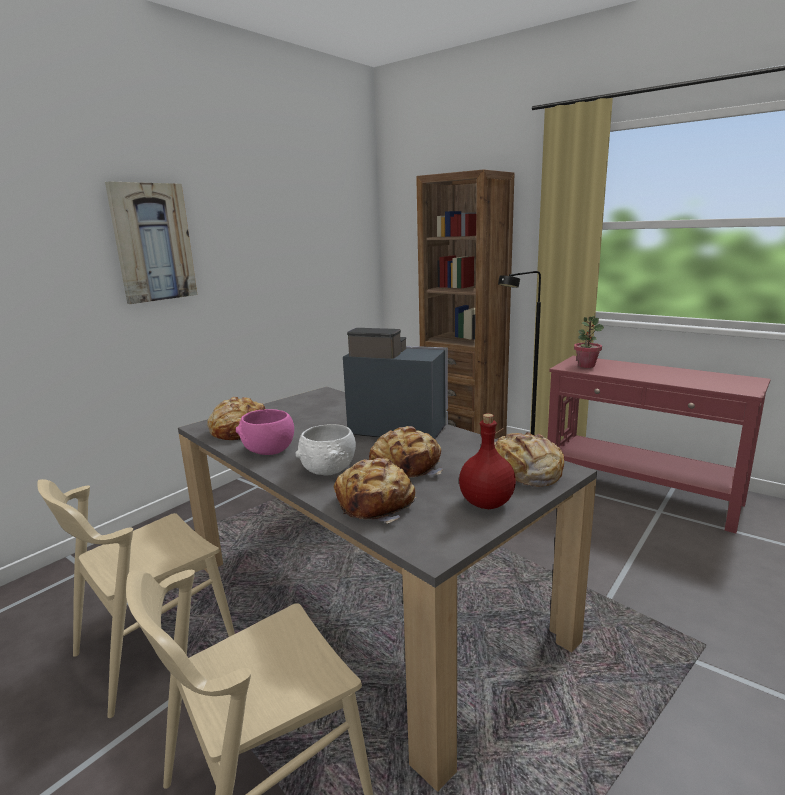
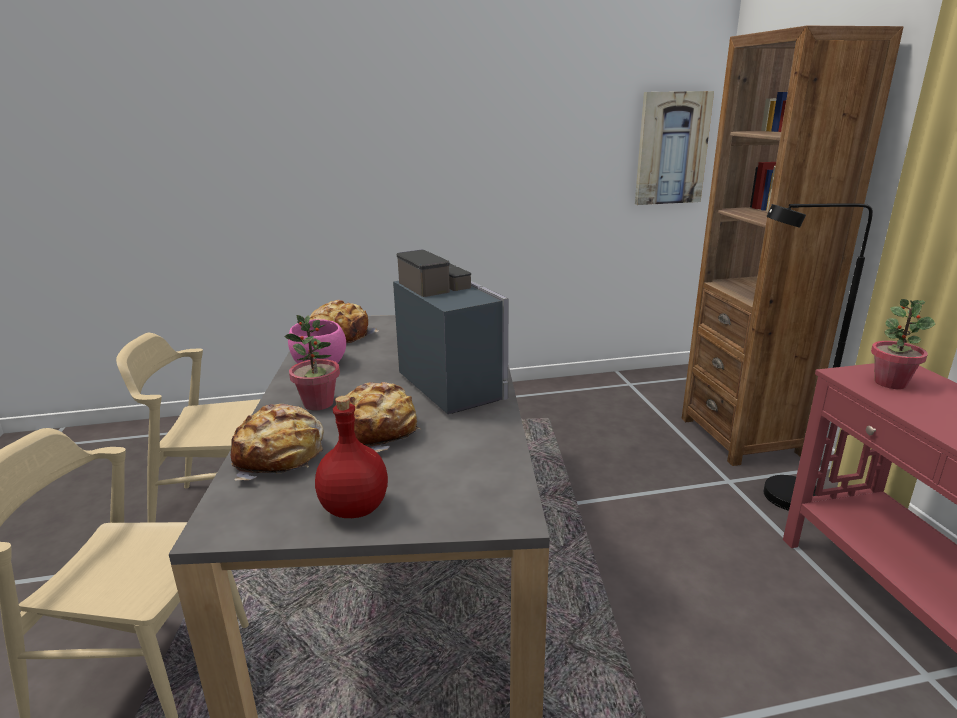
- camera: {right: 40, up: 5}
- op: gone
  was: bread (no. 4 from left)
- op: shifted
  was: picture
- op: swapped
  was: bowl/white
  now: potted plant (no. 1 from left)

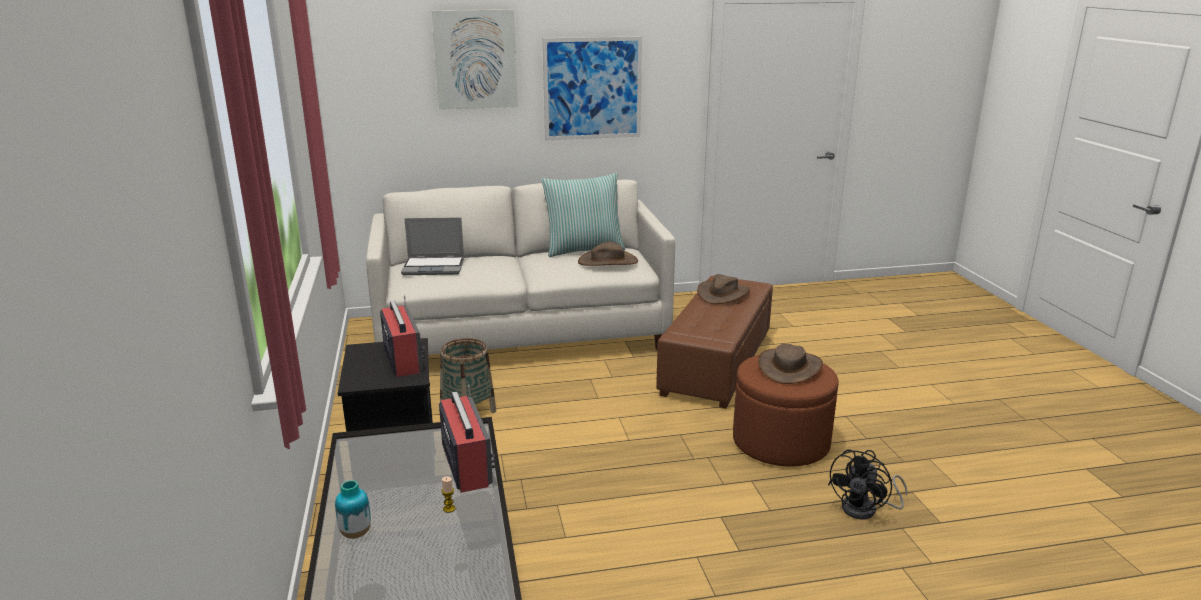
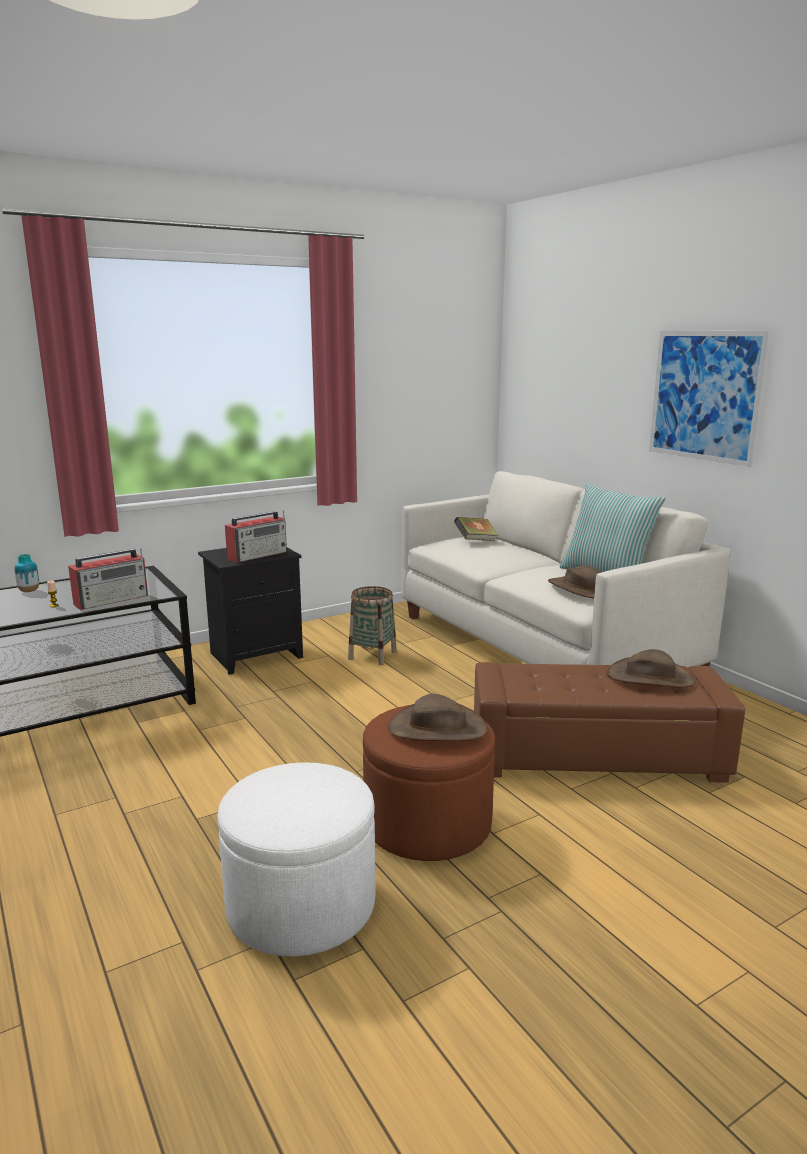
- camera: {right: 70, up: -5}
- op: gone
  was: picture (no. 1 from left)
- op: swapped
  was: laptop
  now: book
- op: swapped
  was: fan/black
  now: ottoman/white

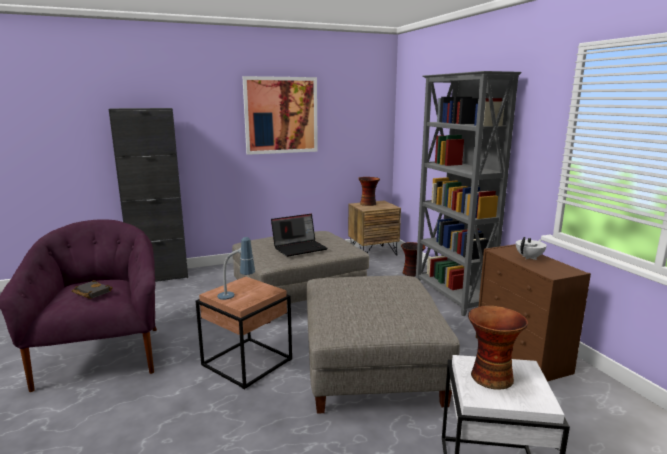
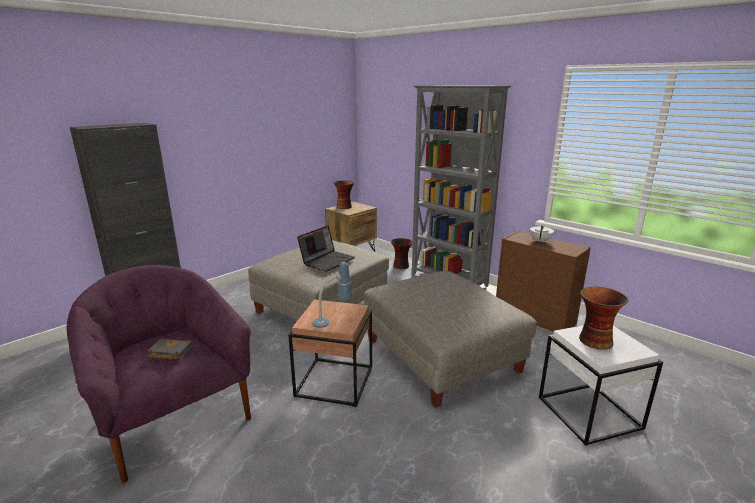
- camera: {right: -25, up: 5}
- op: gone
  was: picture

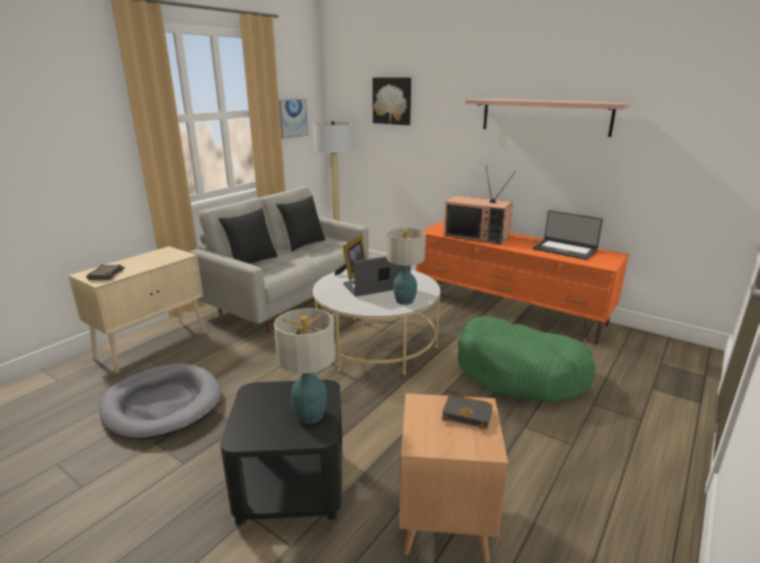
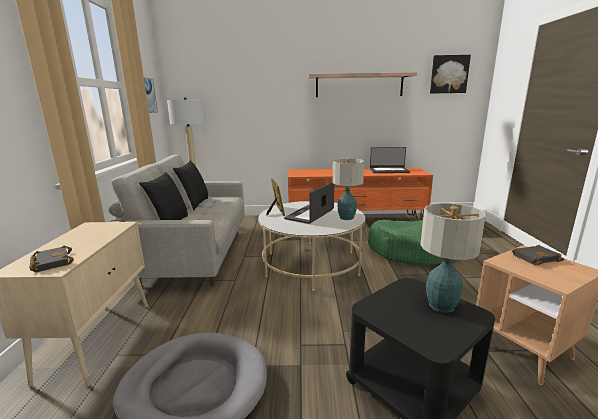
- camera: {right: -35, up: -5}
- op: gone
  was: television
- op: shifted
  was: picture (no. 2 from left)

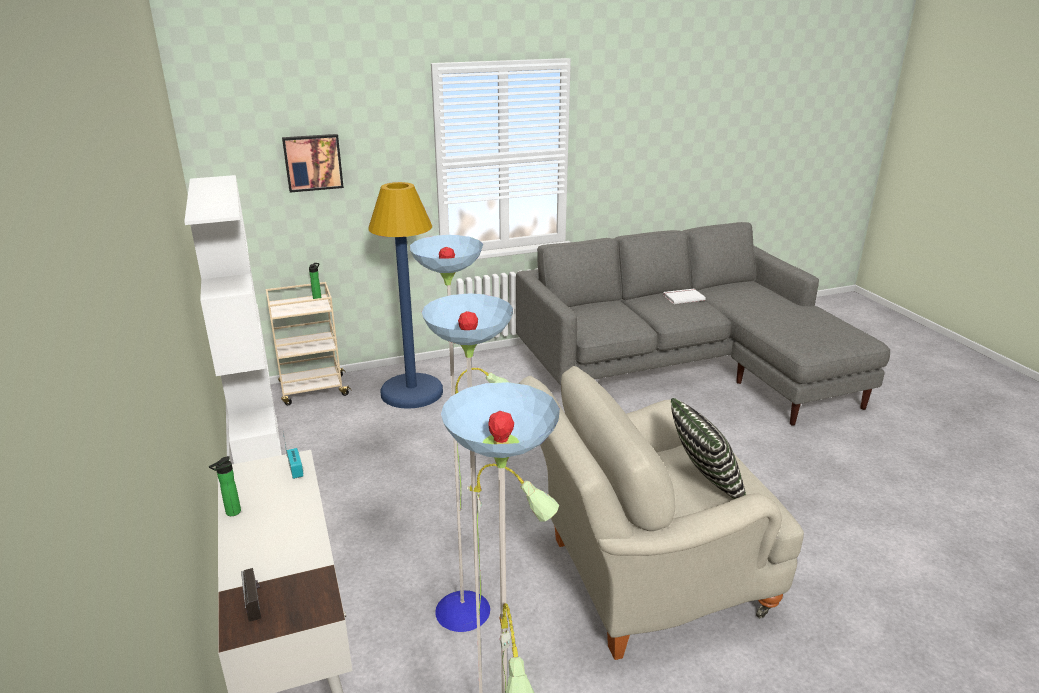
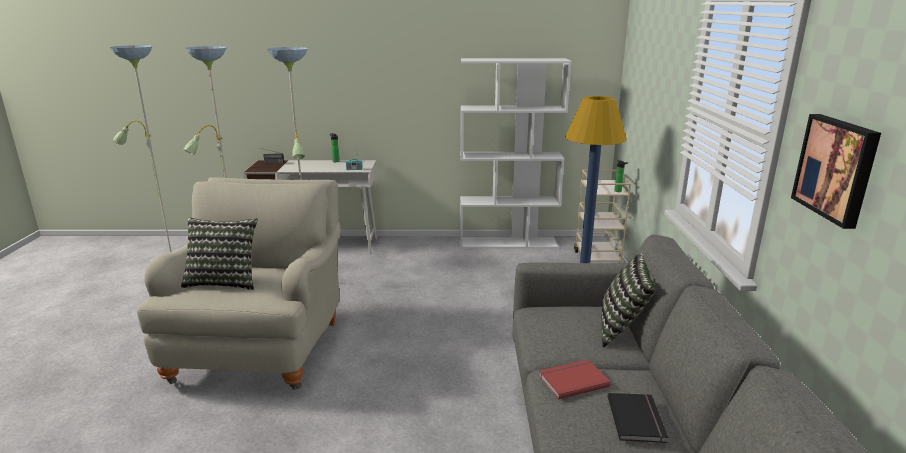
- camera: {right: 110, up: -5}
- op: new
  now: book/red
- op: new
  now: pillow (no. 2 from left)
- op: shifted
  was: picture
- op: repainted
  was: book/white
  now: book/black

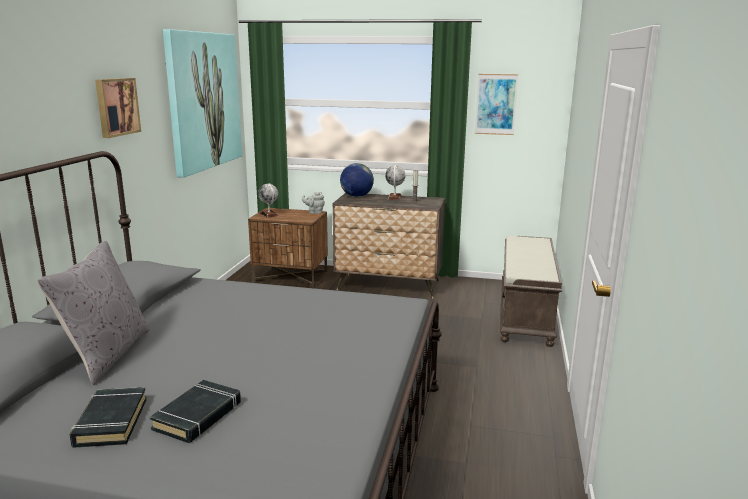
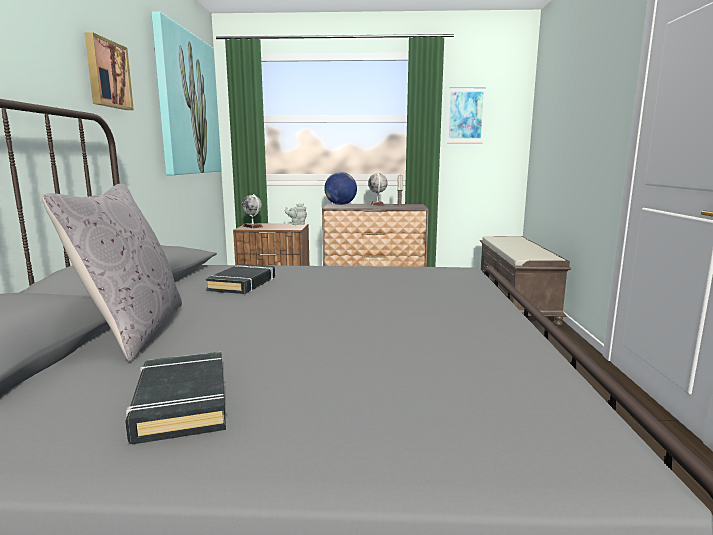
- camera: {right: -10, up: -5}
- op: shifted
  was: book/black (no. 2 from left)

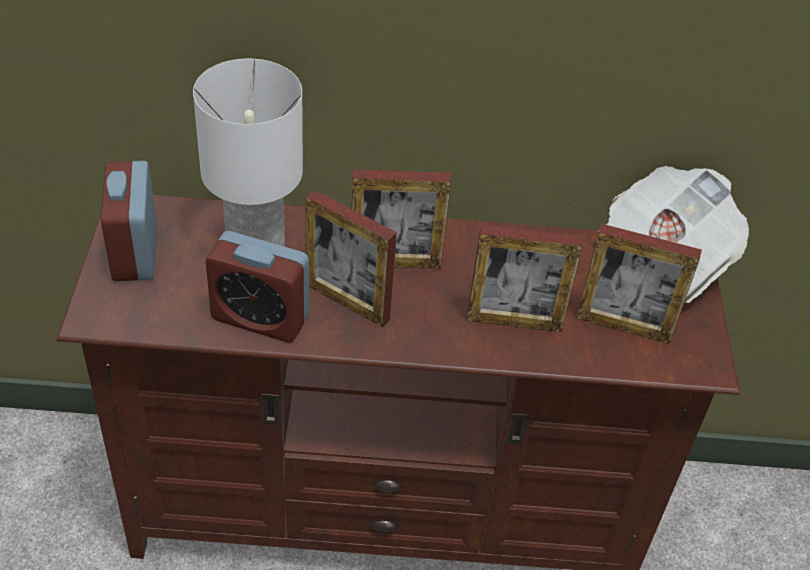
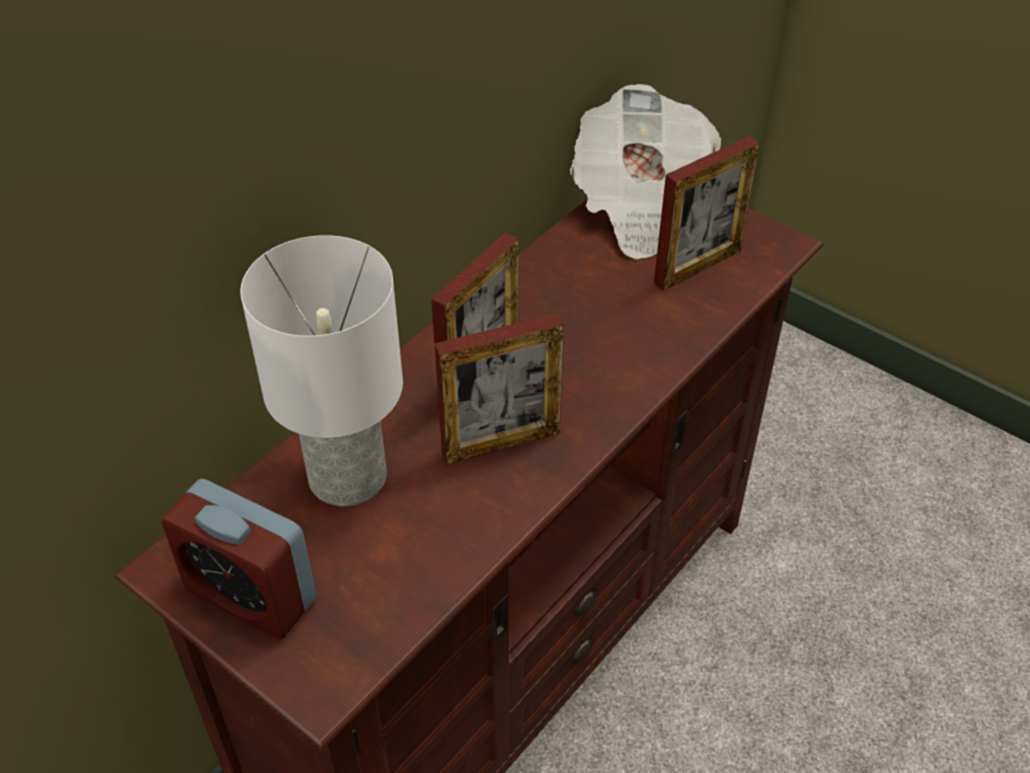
- camera: {right: -50, up: 0}
- op: gone
  was: alarm clock (no. 2 from left)
- op: gone
  was: picture frame (no. 3 from left)

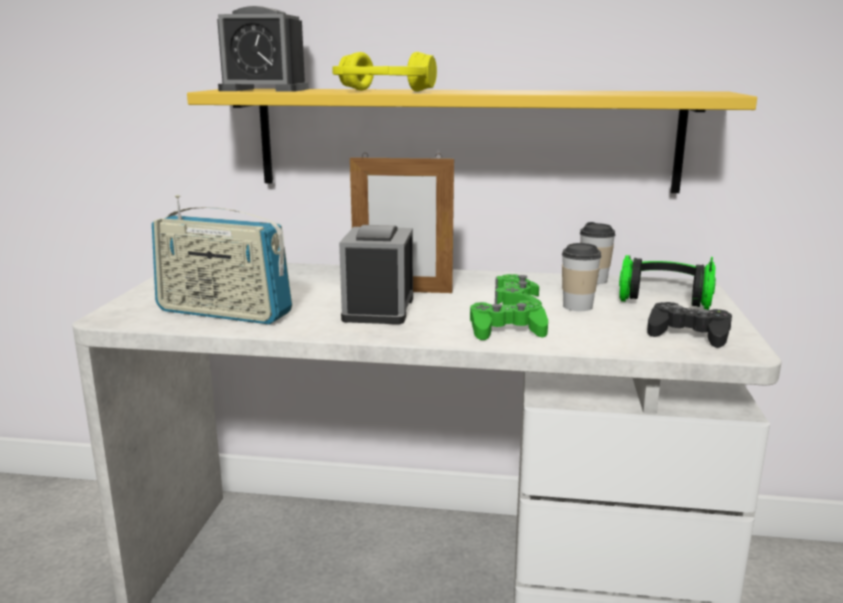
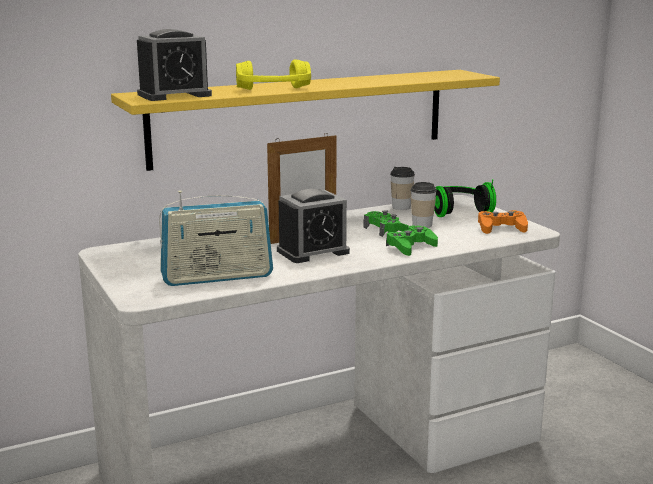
- camera: {right: -35, up: 0}
- op: repainted
  was: game controller/black
  now: game controller/orange
- op: rotated
  was: alarm clock (no. 2 from left)
  clockwise: -90

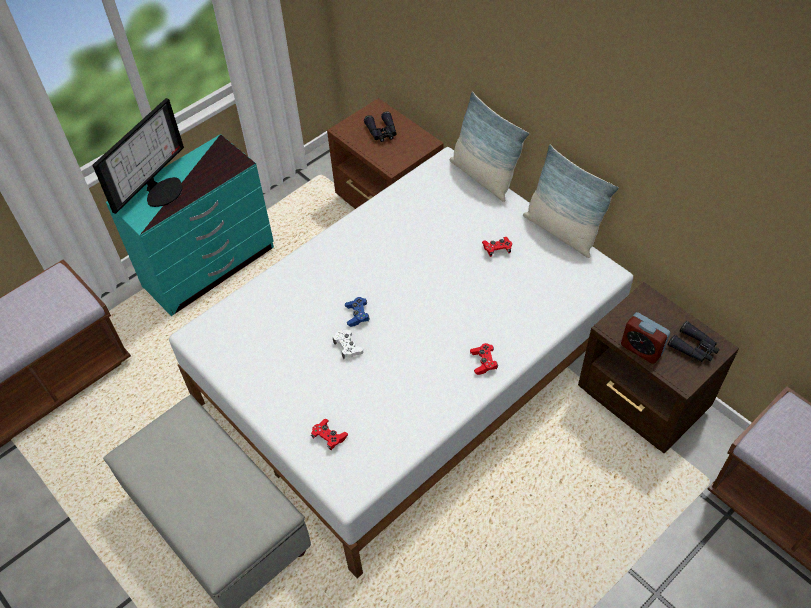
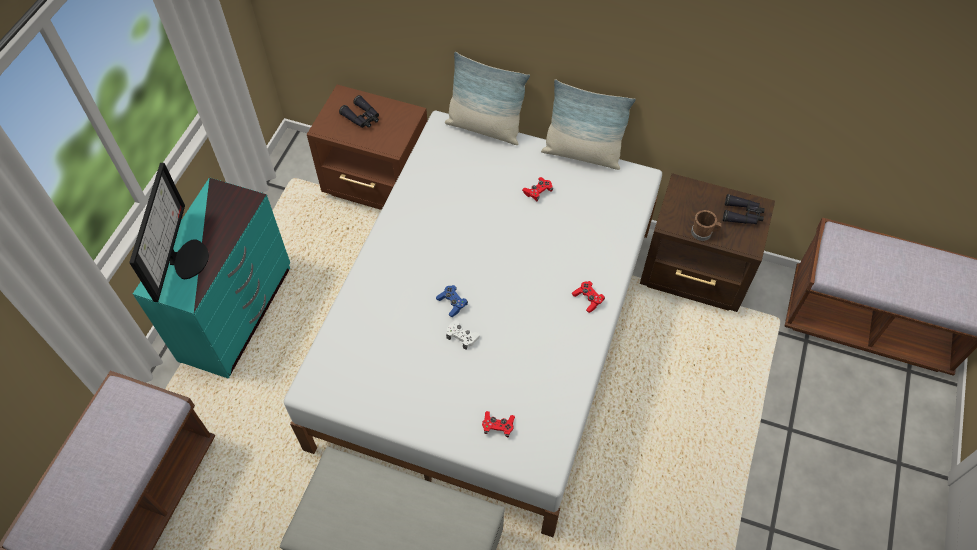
- camera: {right: -30, up: 5}
- op: swapped
  was: alarm clock
  now: mug/brown

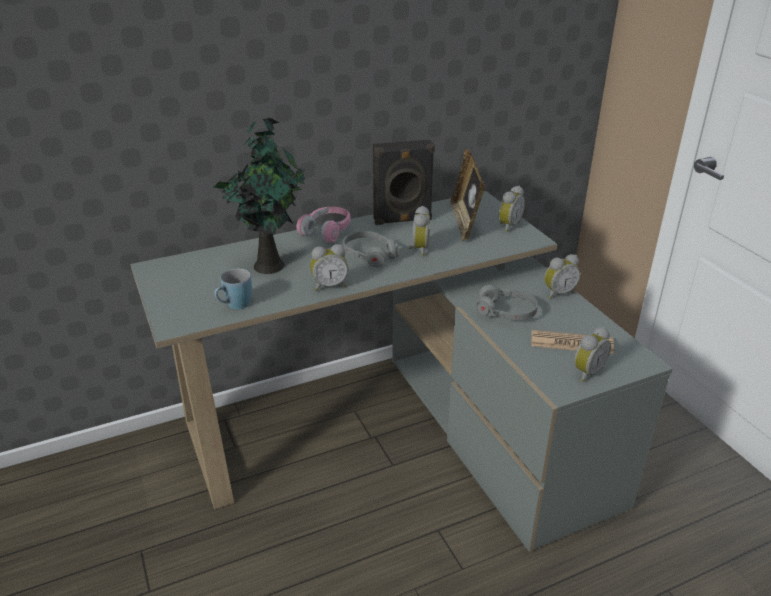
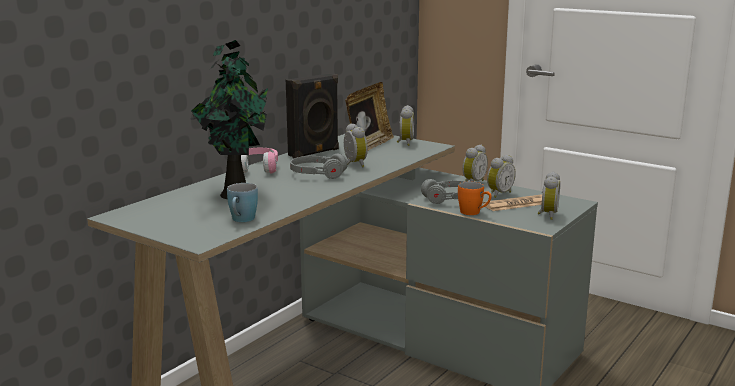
- camera: {right: -30, up: -15}
- op: new
  now: mug/orange
- op: shifted
  was: alarm clock (no. 1 from left in the first image)
  now: alarm clock (no. 4 from left)
- op: rotated
  was: picture frame
  clockwise: -120

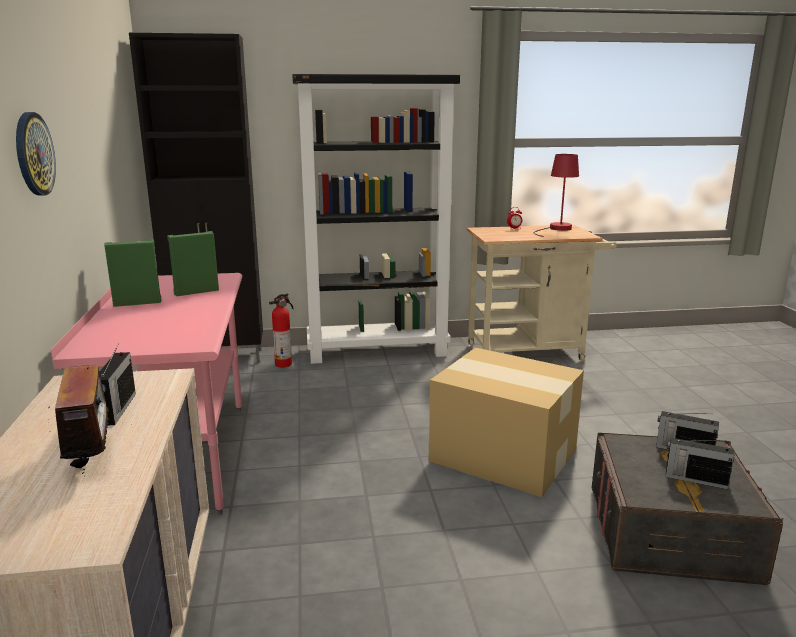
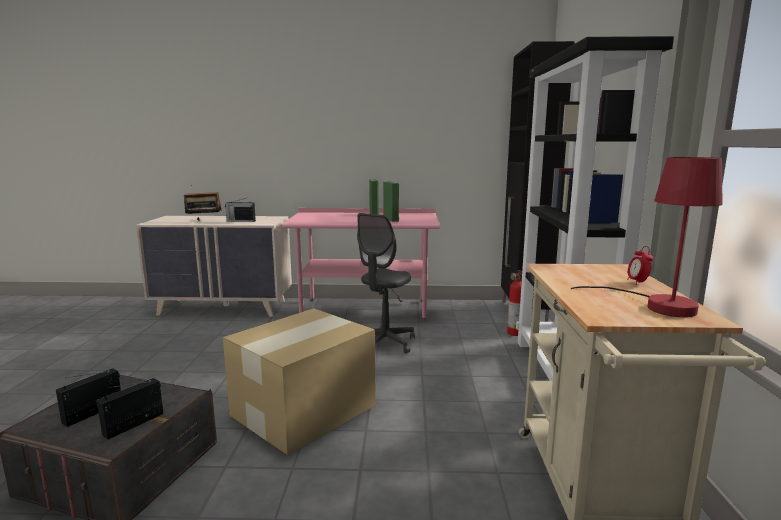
- camera: {right: 100, up: -5}
- op: gone
  was: wall clock
- op: new
  now: office chair/grey

